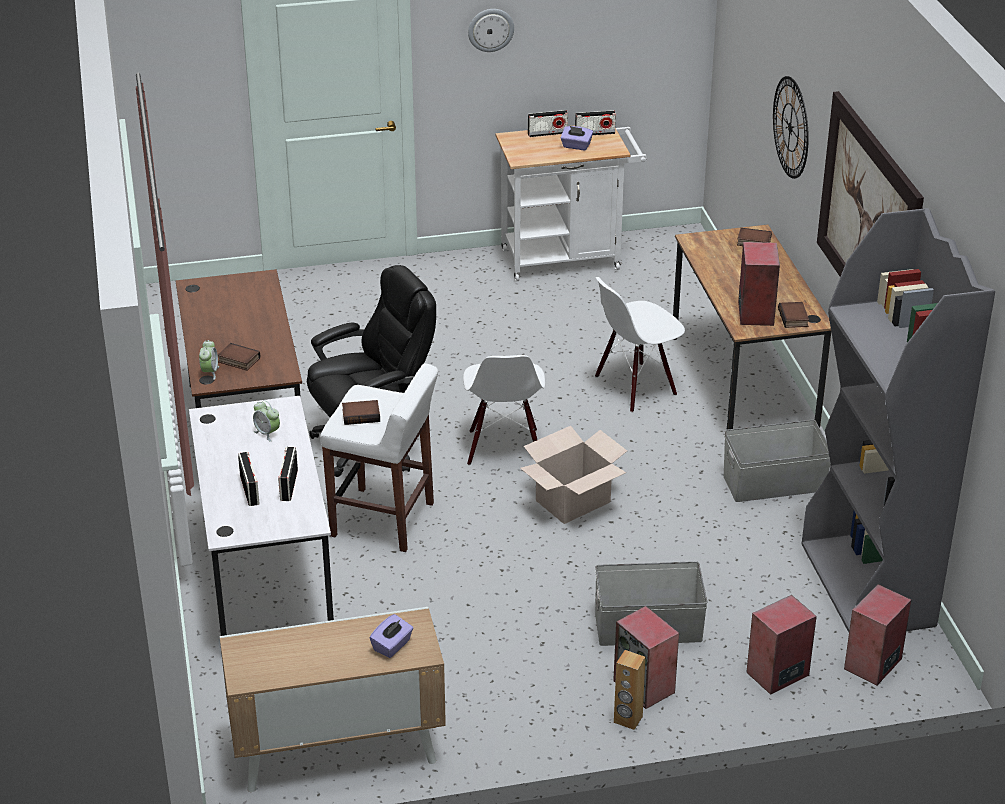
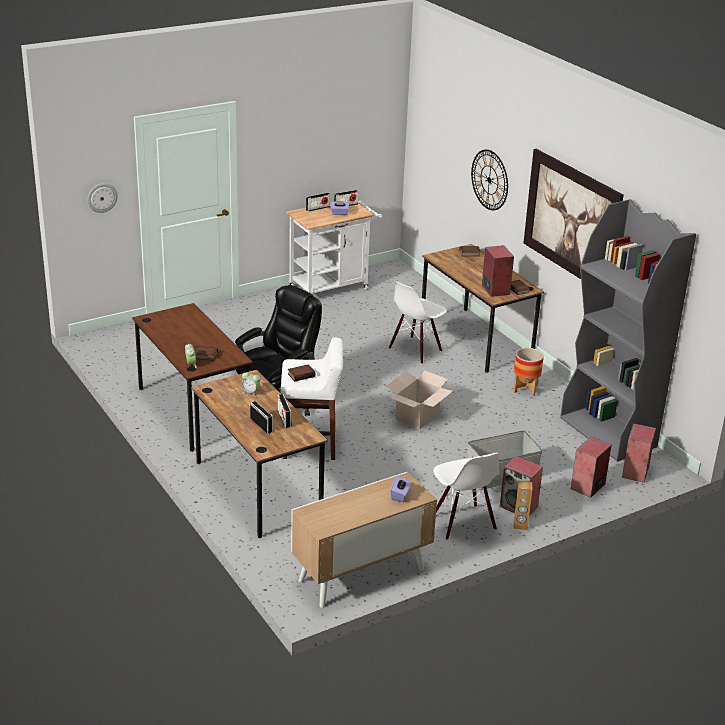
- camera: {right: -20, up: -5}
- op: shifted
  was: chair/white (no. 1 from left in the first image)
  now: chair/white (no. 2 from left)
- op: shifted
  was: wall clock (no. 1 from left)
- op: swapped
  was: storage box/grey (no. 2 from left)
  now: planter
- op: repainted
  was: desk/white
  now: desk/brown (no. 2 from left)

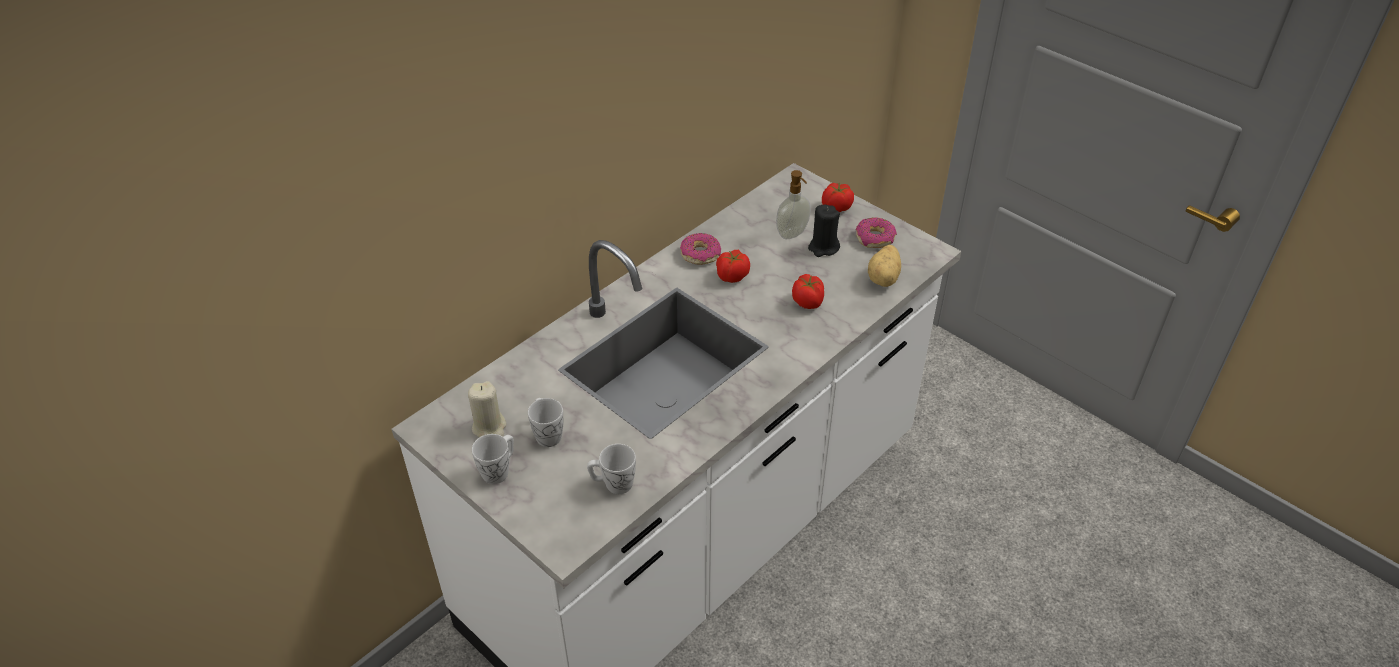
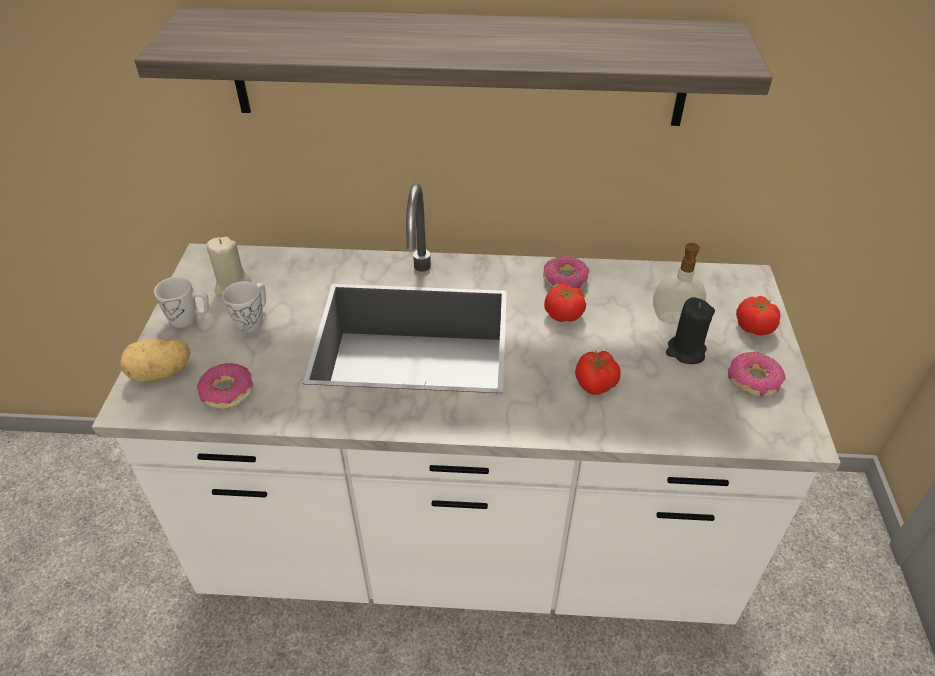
- camera: {right: 50, up: 0}
- op: new
  now: shelf
- op: shifted
  was: potato
- op: swapped
  was: mug/white (no. 3 from left)
  now: donut (no. 1 from left)

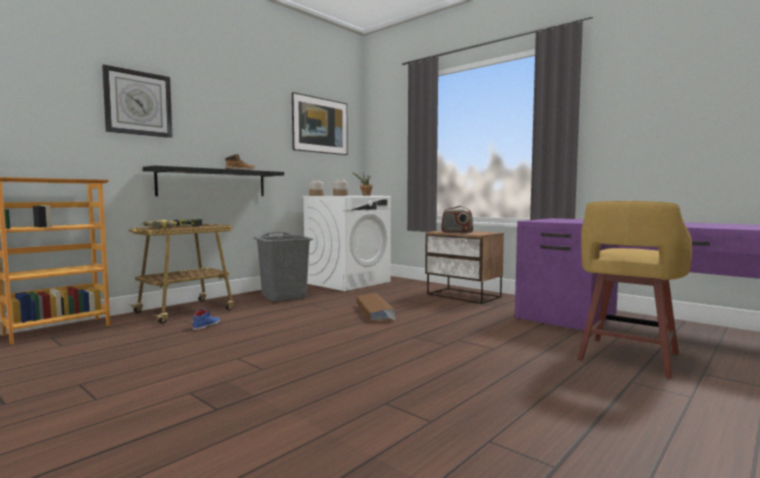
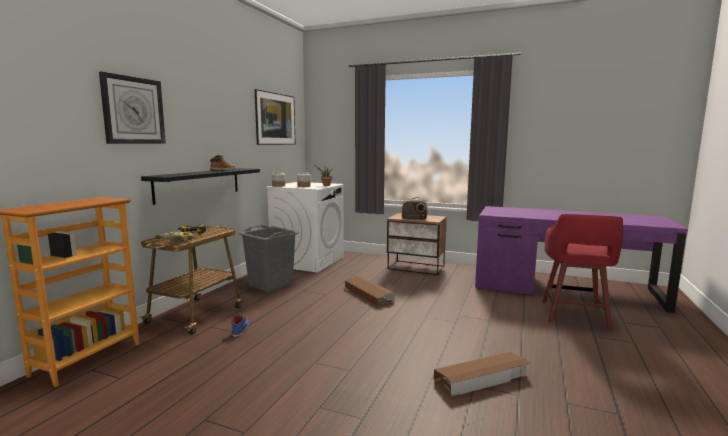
- camera: {right: -20, up: 5}
- op: new
  now: storage box/brown (no. 2 from left)
- op: repainted
  was: stool/yellow
  now: stool/red

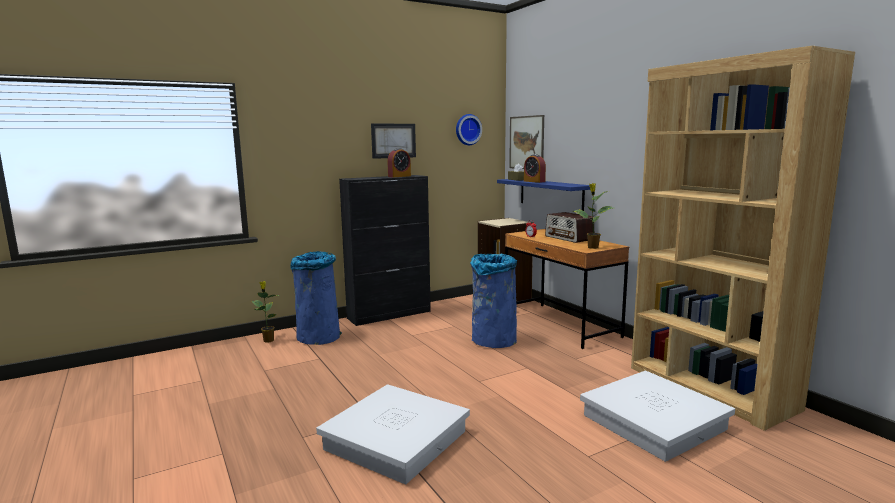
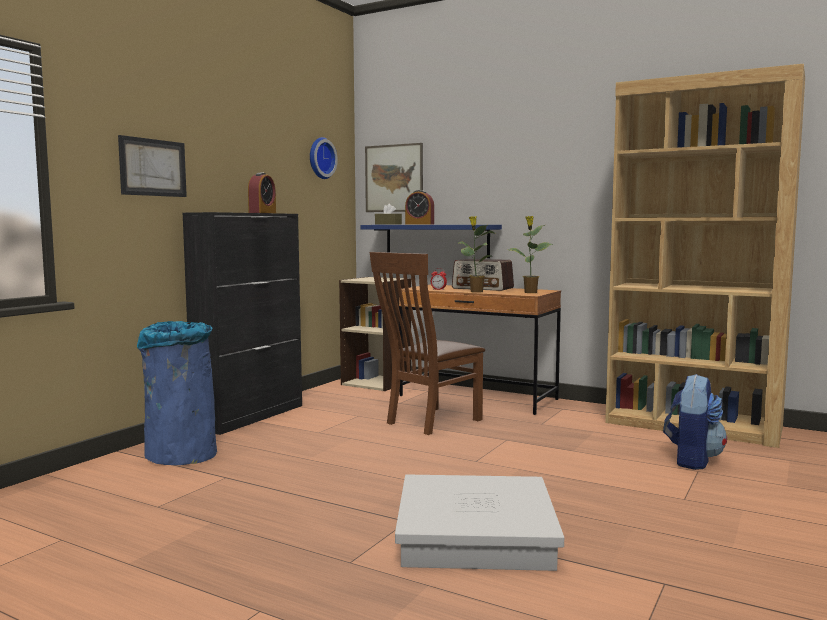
- camera: {right: -30, up: -5}
- op: shifted
  was: potted plant (no. 1 from left)
- op: shifted
  was: picture (no. 1 from left)
- op: swapped
  was: trash can/blue (no. 2 from left)
  now: chair/brown
- op: swapped
  was: storage box/white (no. 2 from left)
  now: backpack

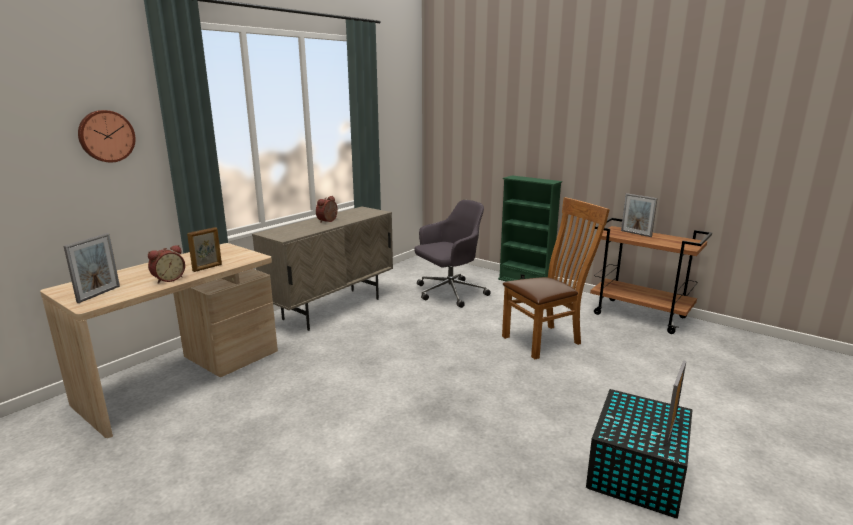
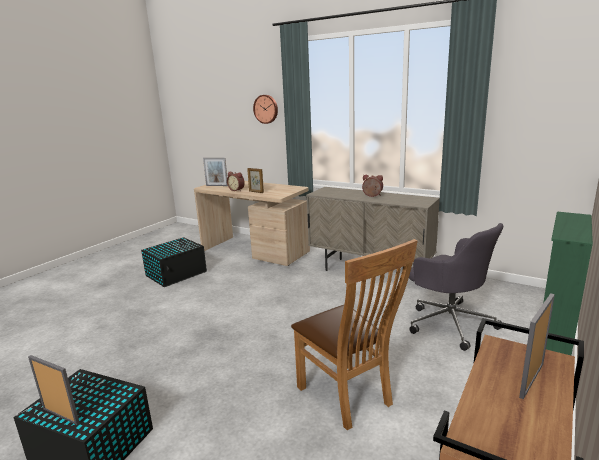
- camera: {right: 85, up: 0}
- op: new
  now: storage box/black (no. 2 from left)

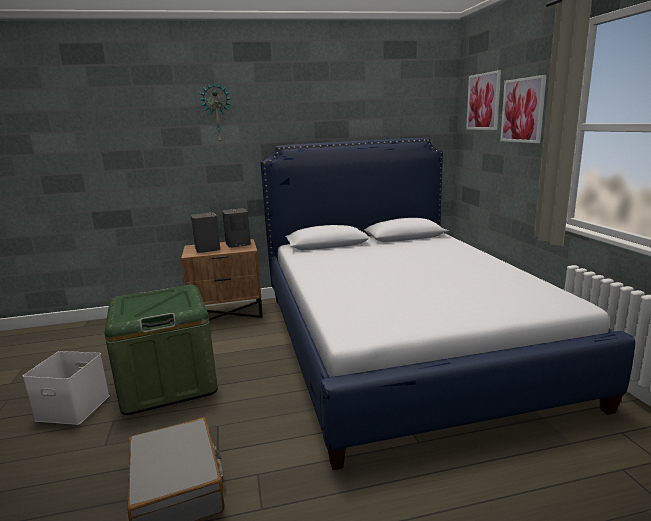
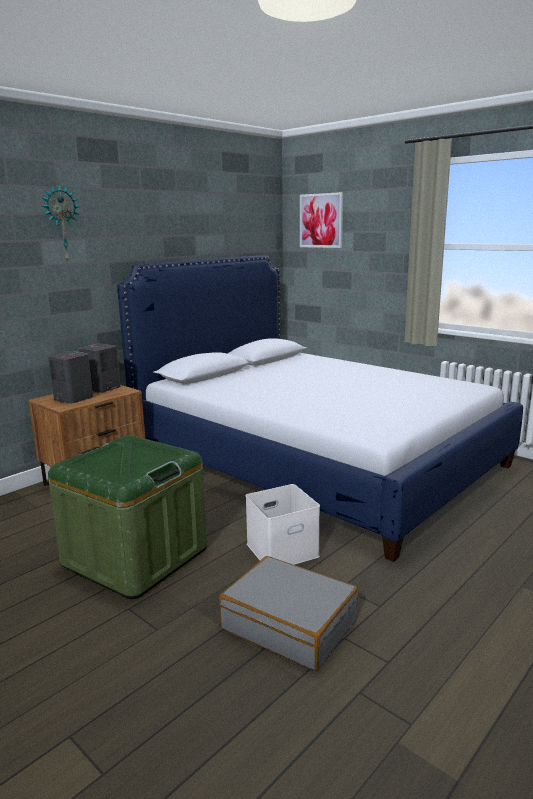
- camera: {right: -35, up: 0}
- op: gone
  was: picture (no. 2 from left)
- op: shifted
  was: storage box/white

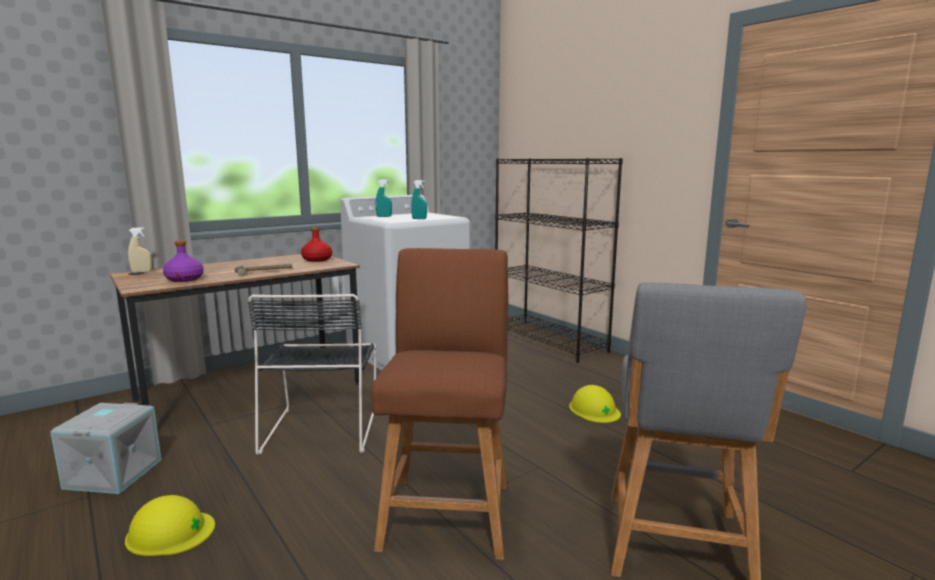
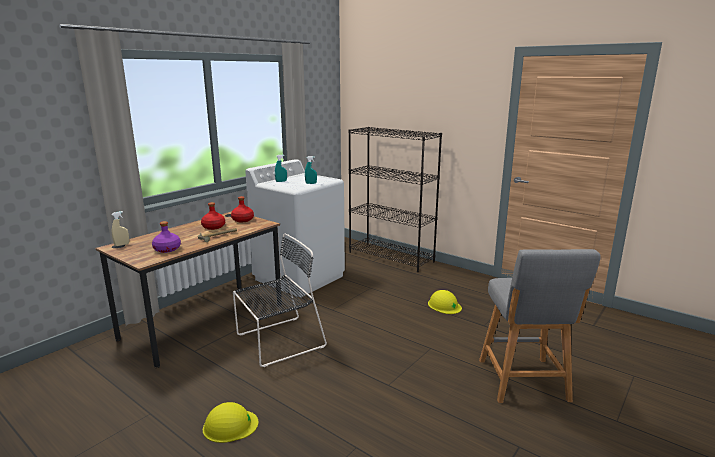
- camera: {right: -15, up: 5}
- op: gone
  was: storage box/grey
- op: gone
  was: stool/brown
- op: new
  now: bottle/red (no. 1 from left)
- op: rotated
  was: chair/black
  clockwise: -105

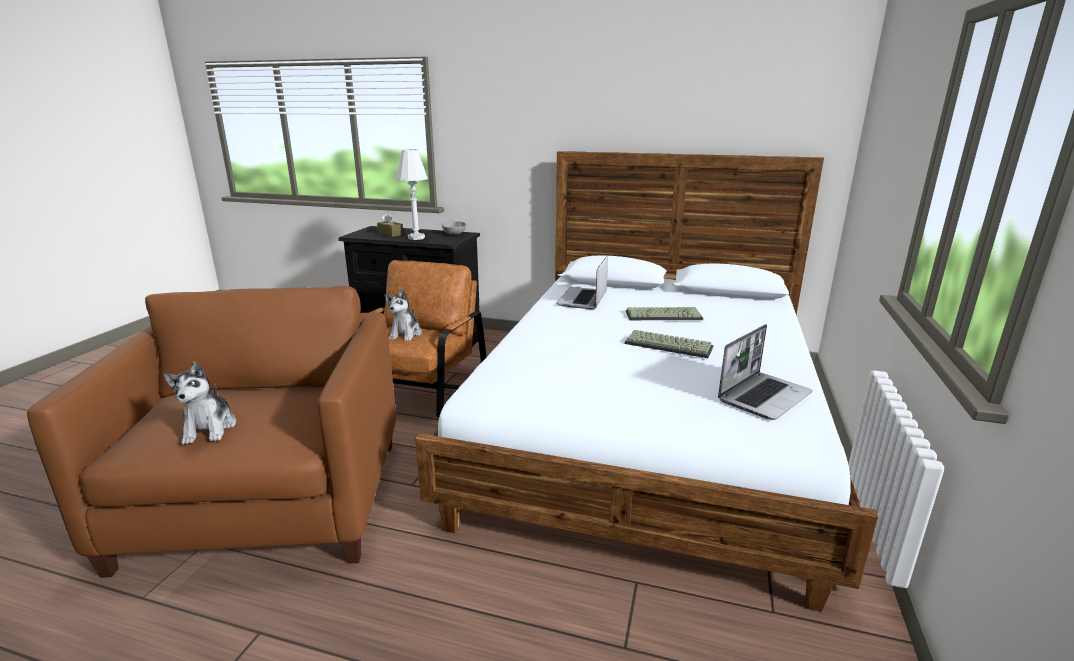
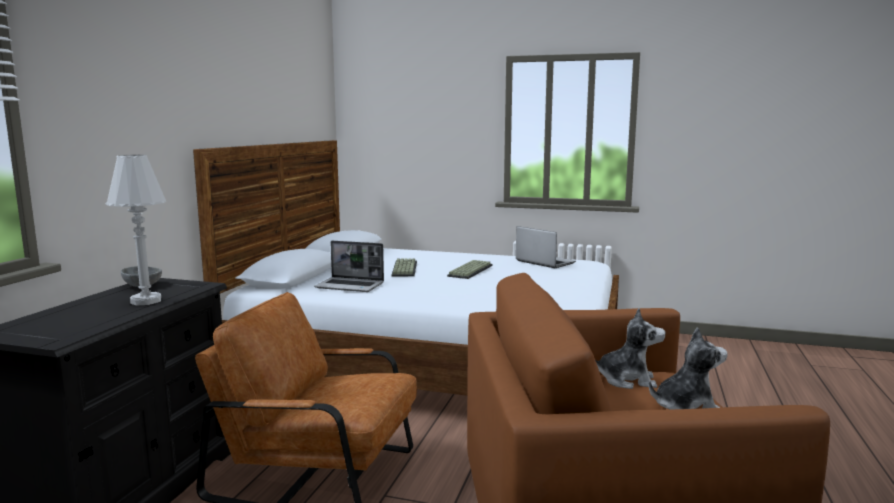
- camera: {right: -90, up: -10}
- op: gone
  was: tissue box/brown
- op: shifted
  was: plush toy (no. 2 from left in the first image)
  now: plush toy (no. 1 from left)

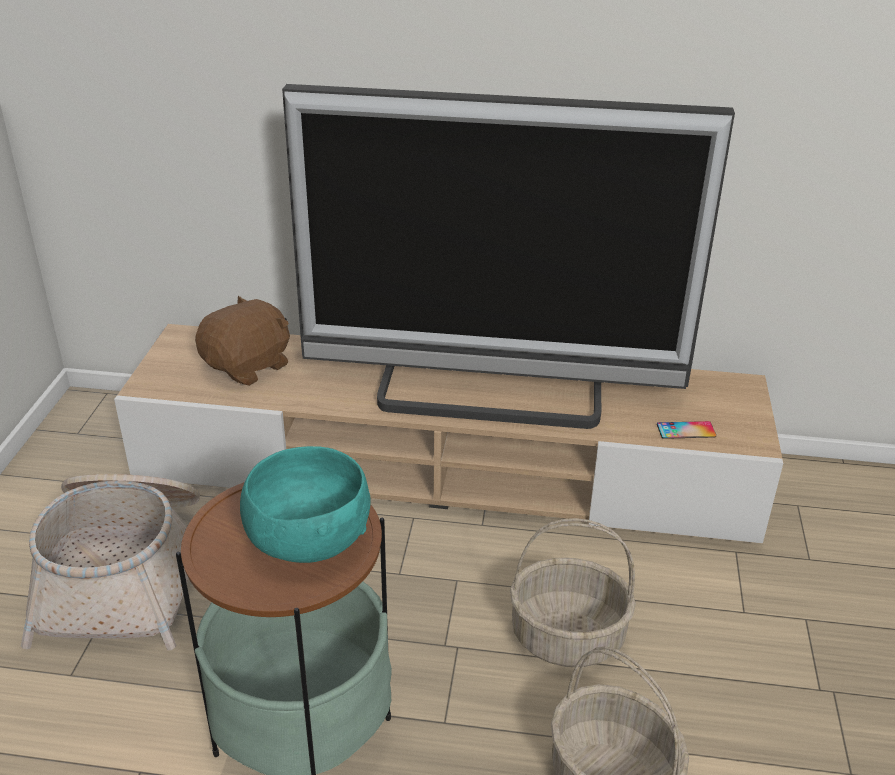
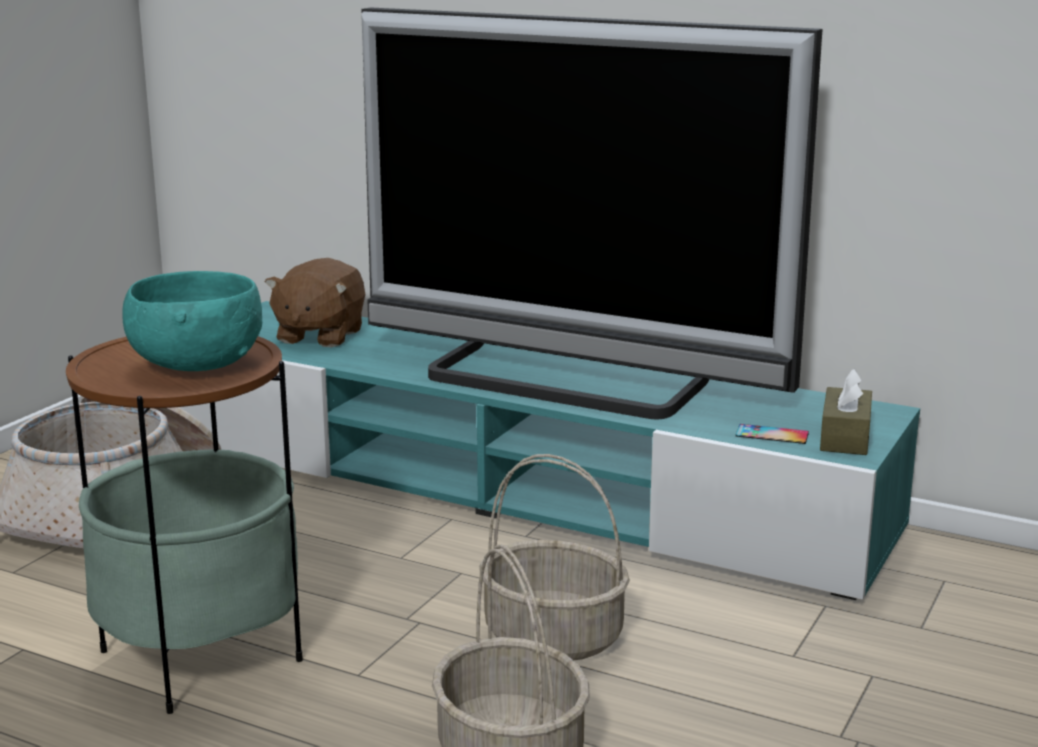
- camera: {right: 20, up: -15}
- op: new
  now: tissue box/brown
- op: repainted
  was: tv stand/beige
  now: tv stand/turquoise
- op: rotated
  was: plush toy/brown
  clockwise: 135

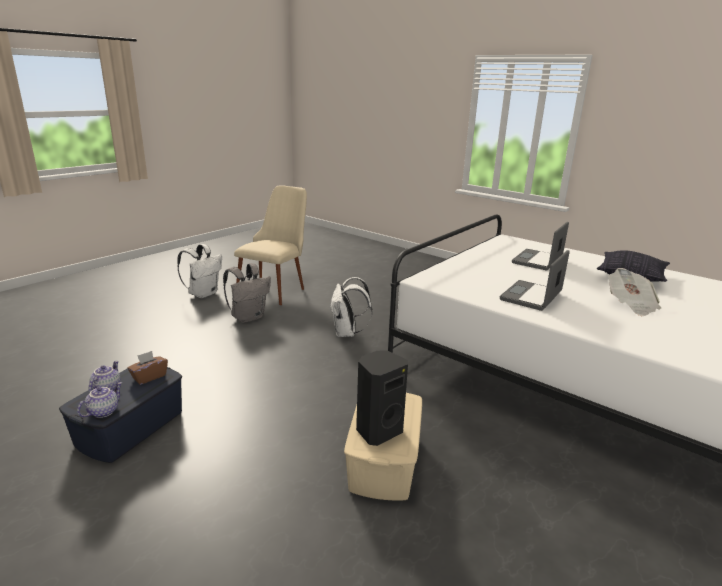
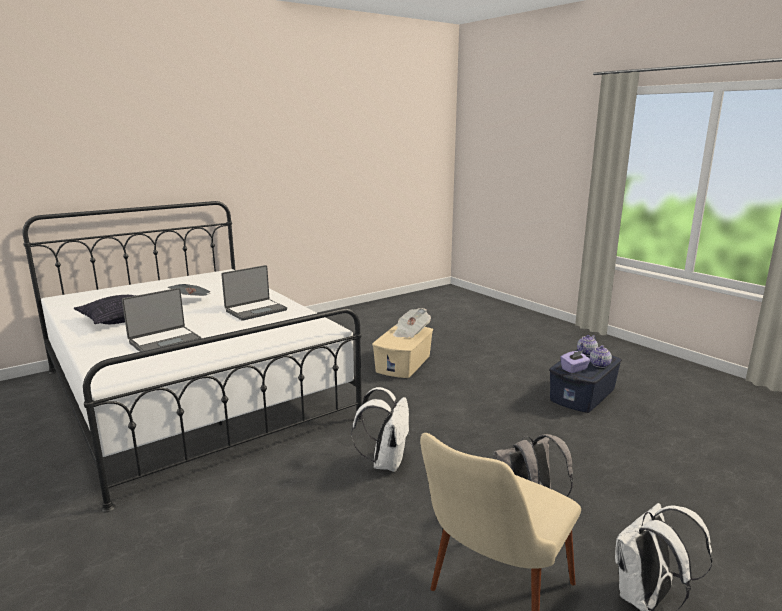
- camera: {right: -165, up: -5}
- op: swapped
  was: speaker/black
  now: newspaper (no. 2 from left)
- op: repainted
  was: tissue box/brown
  now: tissue box/purple

